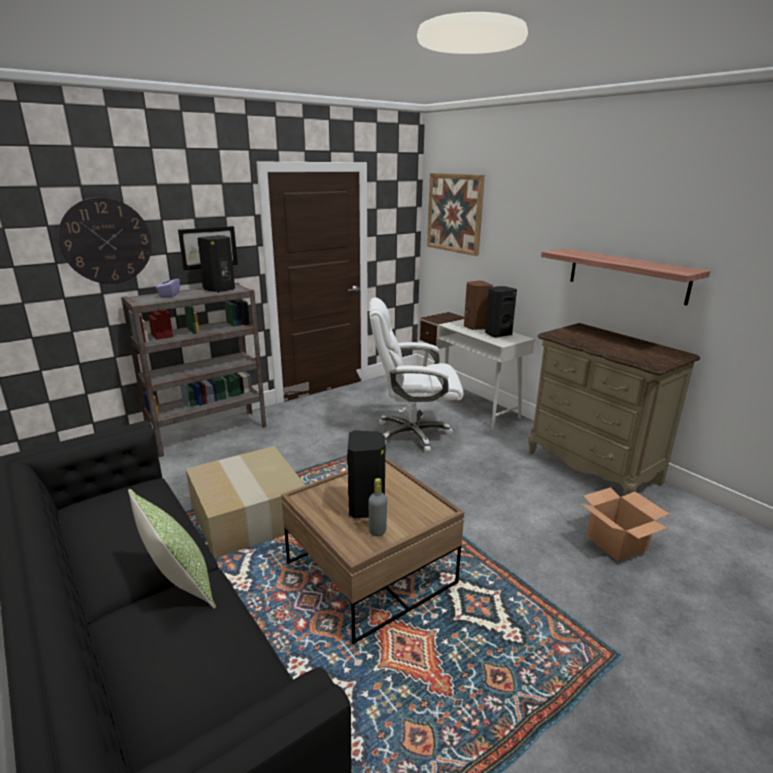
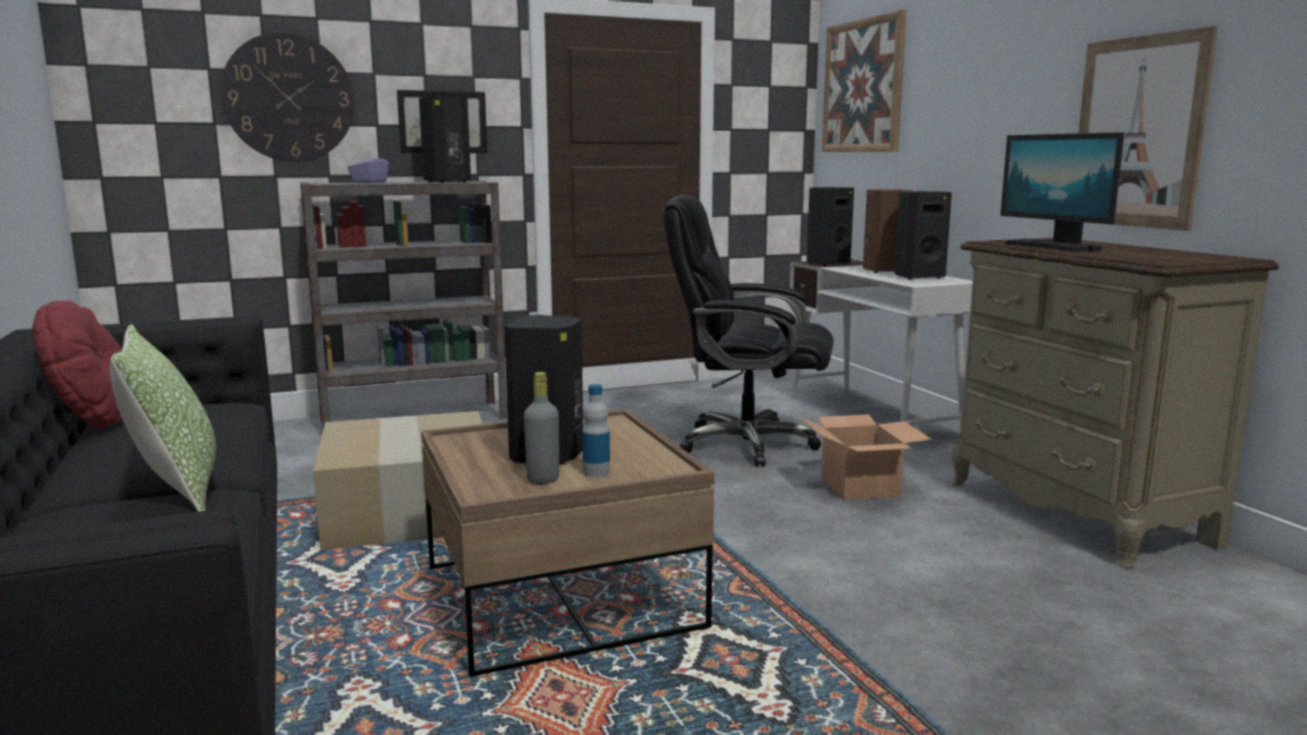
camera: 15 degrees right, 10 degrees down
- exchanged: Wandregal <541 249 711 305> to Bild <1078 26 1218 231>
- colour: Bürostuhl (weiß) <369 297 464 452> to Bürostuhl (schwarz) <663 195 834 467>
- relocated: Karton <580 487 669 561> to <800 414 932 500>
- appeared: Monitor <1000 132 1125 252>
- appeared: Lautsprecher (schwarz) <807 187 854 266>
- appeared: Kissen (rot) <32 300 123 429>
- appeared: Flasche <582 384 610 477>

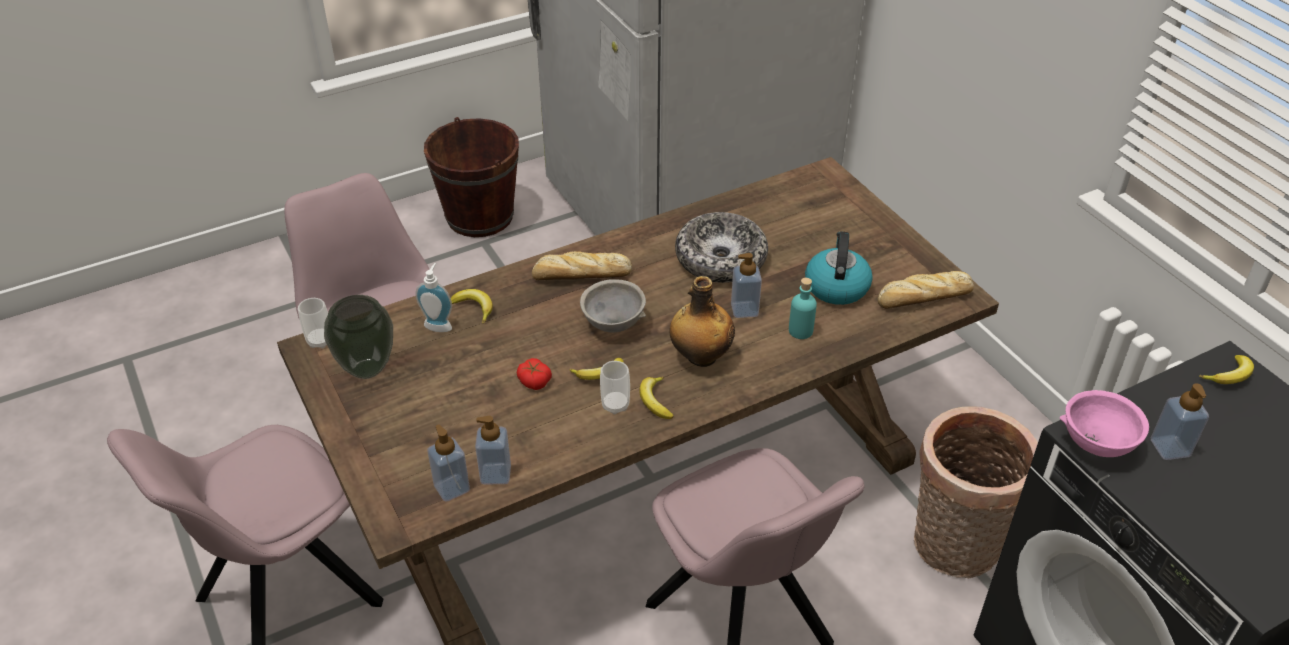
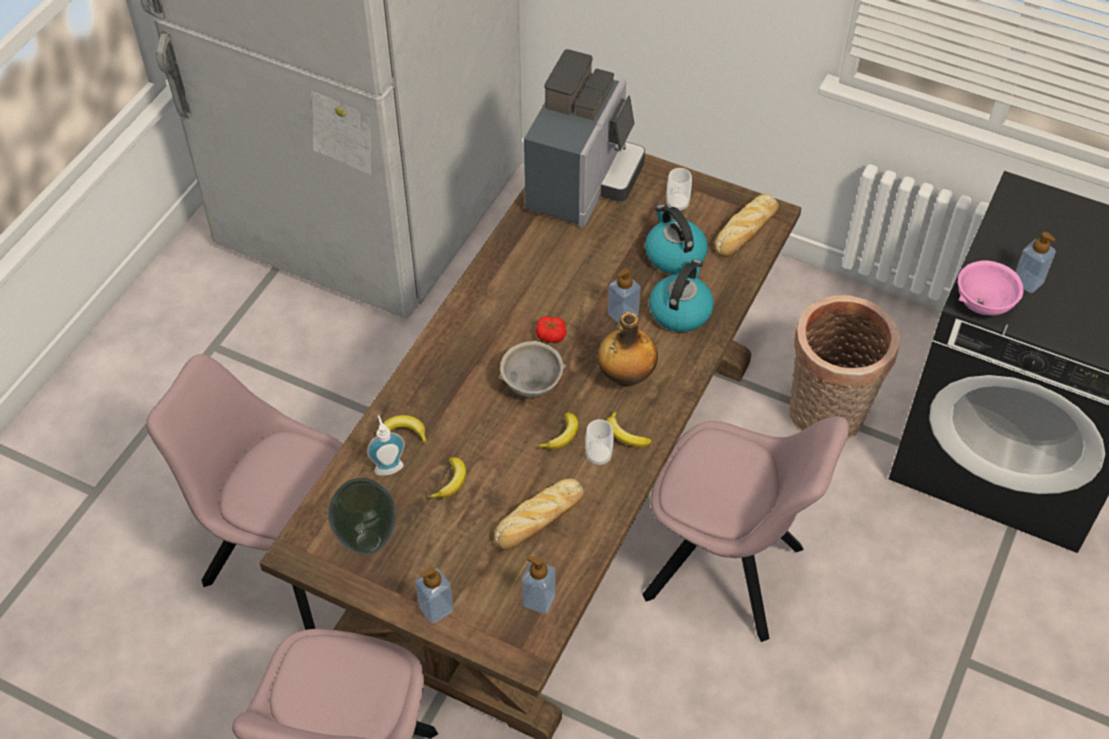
camera: 35 degrees left, 10 degrees up
- missing: Eimer (braun) <424 117 519 237>
- missing: Schüssel <675 212 768 283>
- relocated: Brot <532 251 632 280> to <494 478 584 551>
- exchanged: Flasche (türkis) <789 278 817 339> to Wasserkessel <649 259 714 332>
- relocated: Tasse <298 298 328 348> to <666 168 692 211>
- relocated: Banane <1199 355 1254 384> to <428 457 466 498>
- relocated: Tomate <517 358 552 390> to <536 316 567 343>
- relocated: Seifenspender <475 416 511 484> to <415 566 453 624>
- appeared: Kaffeemaschine <524 49 645 227>

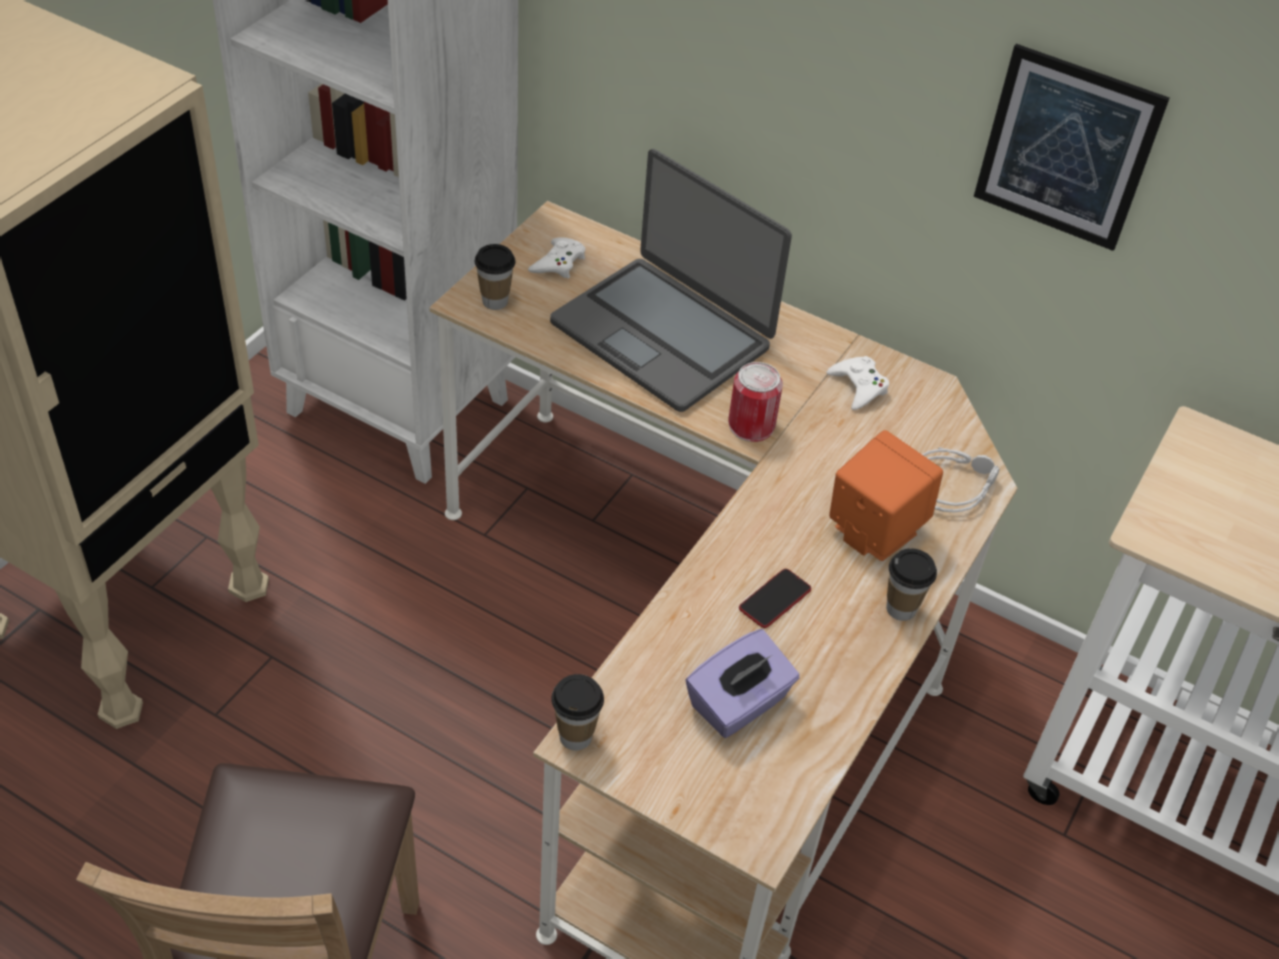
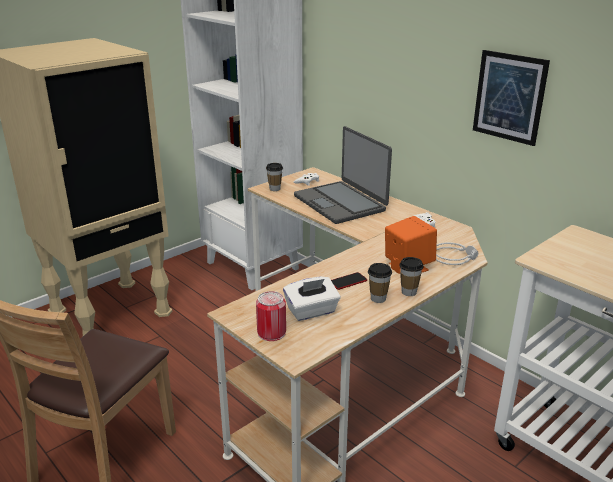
camera: 20 degrees right, 20 degrees down
- relocated: Dose <728 362 783 442> to <256 291 286 341>
- colour: Taschentuchbox (lila) <685 629 800 738> to Taschentuchbox (weiß) <283 277 340 321>
- relocated: Tasse <551 674 604 751> to <368 263 392 303>

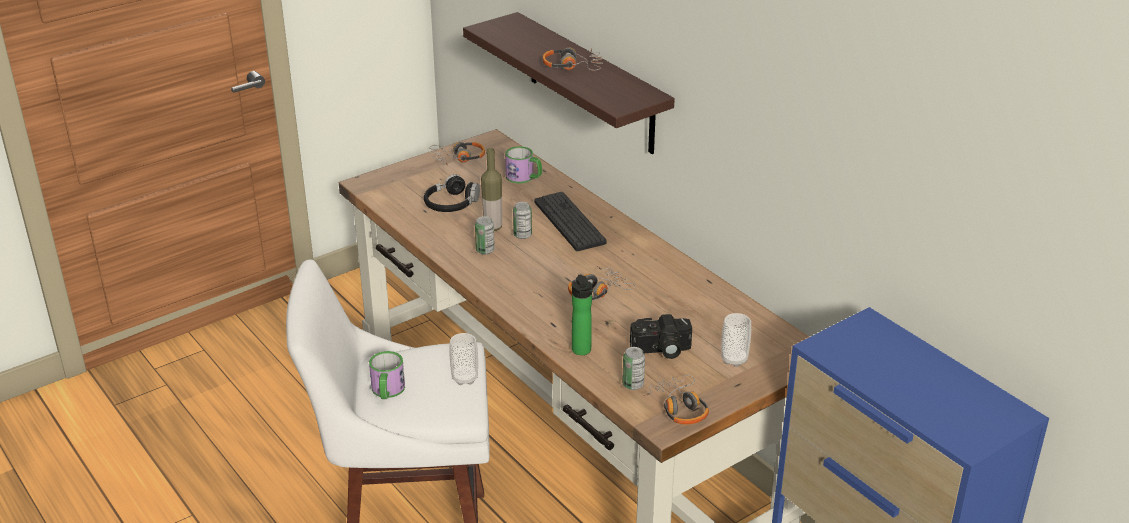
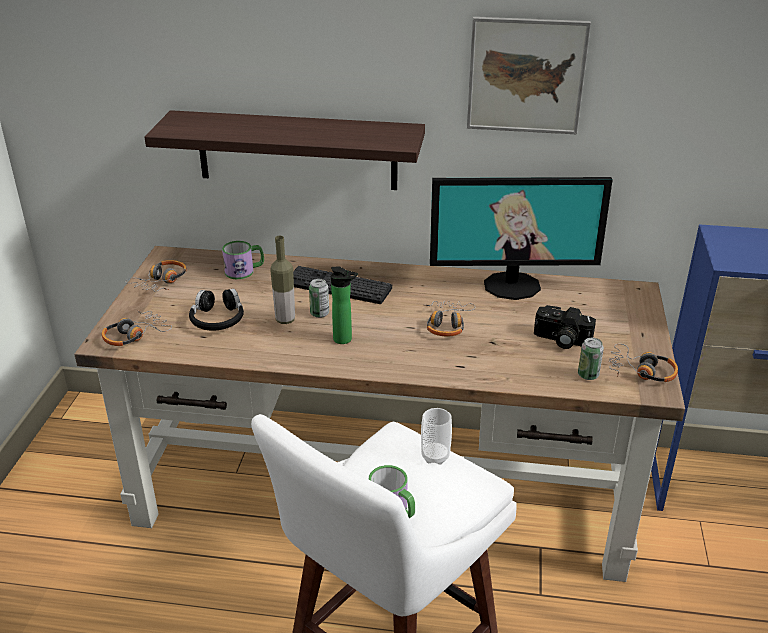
camera: 45 degrees left, 0 degrees up
- relocated: Kopfhörer <543 48 603 70> to <102 310 172 346>
- missing: Dose <475 216 495 254>
- relocated: Flasche <572 275 593 355> to <331 266 358 344>
- missing: Tasse <721 313 751 367>
- spun: Kamera <630 314 692 359> = <534 305 596 349> 75 degrees clockwise
- appeared: Bild <467 17 591 134>
- appeared: Monitor <430 177 613 300>

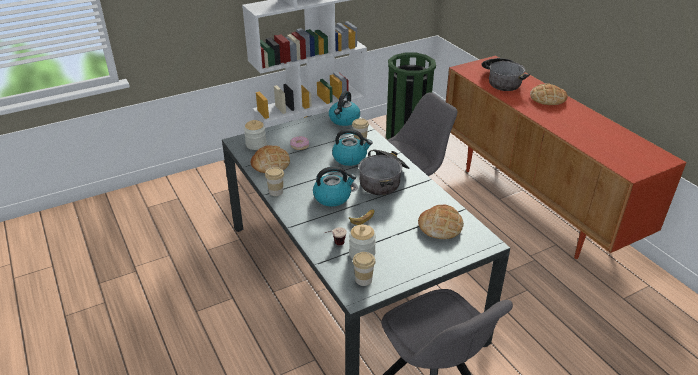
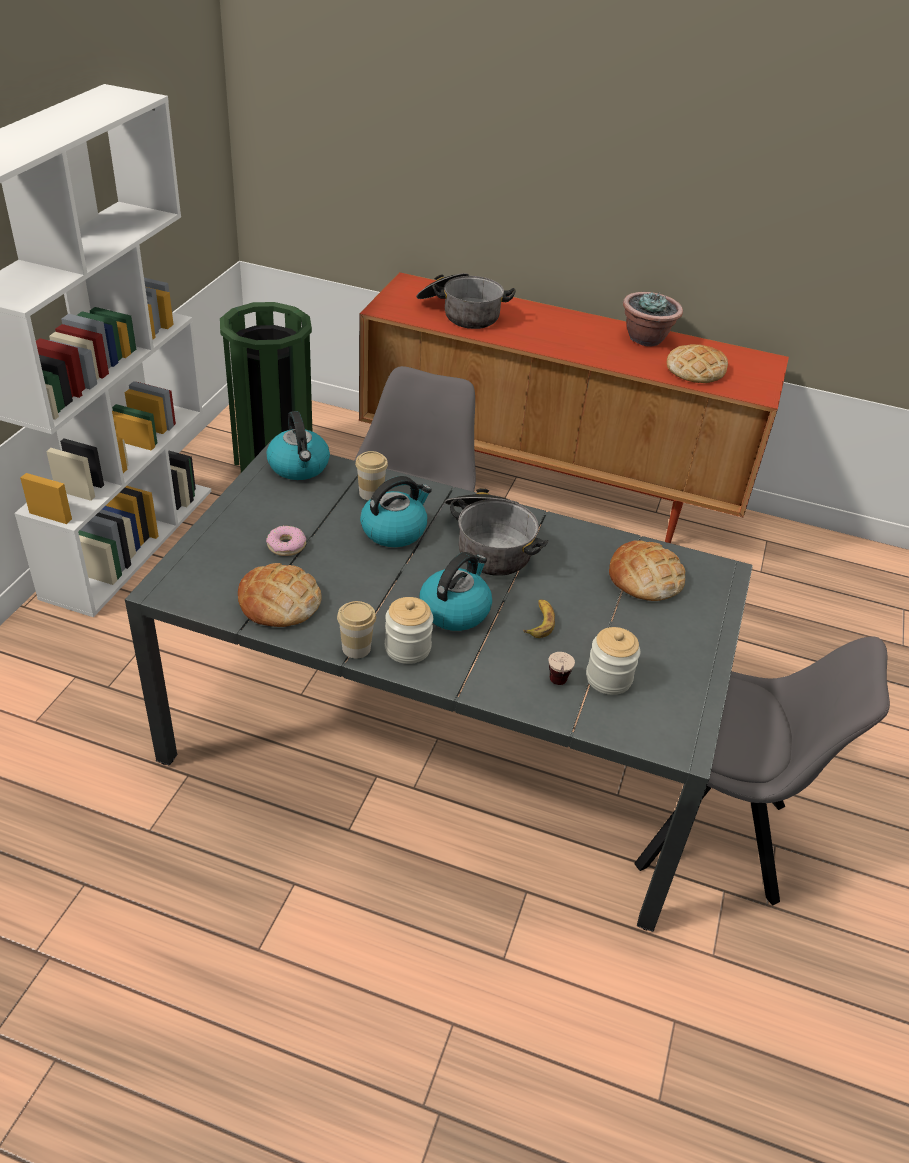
camera: 45 degrees left, 5 degrees up
- relocated: Brot <530 83 568 105> to <667 344 728 383>
- relocated: Vorratsglas <244 120 266 150> to <385 597 433 664>
- missing: Tasse <353 252 376 286>
- appeared: Topfpflanze <623 292 683 346>

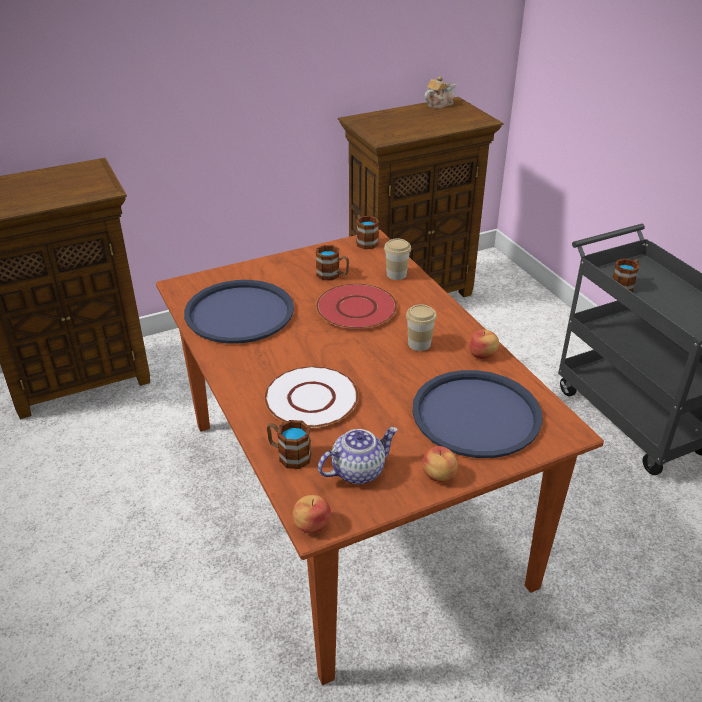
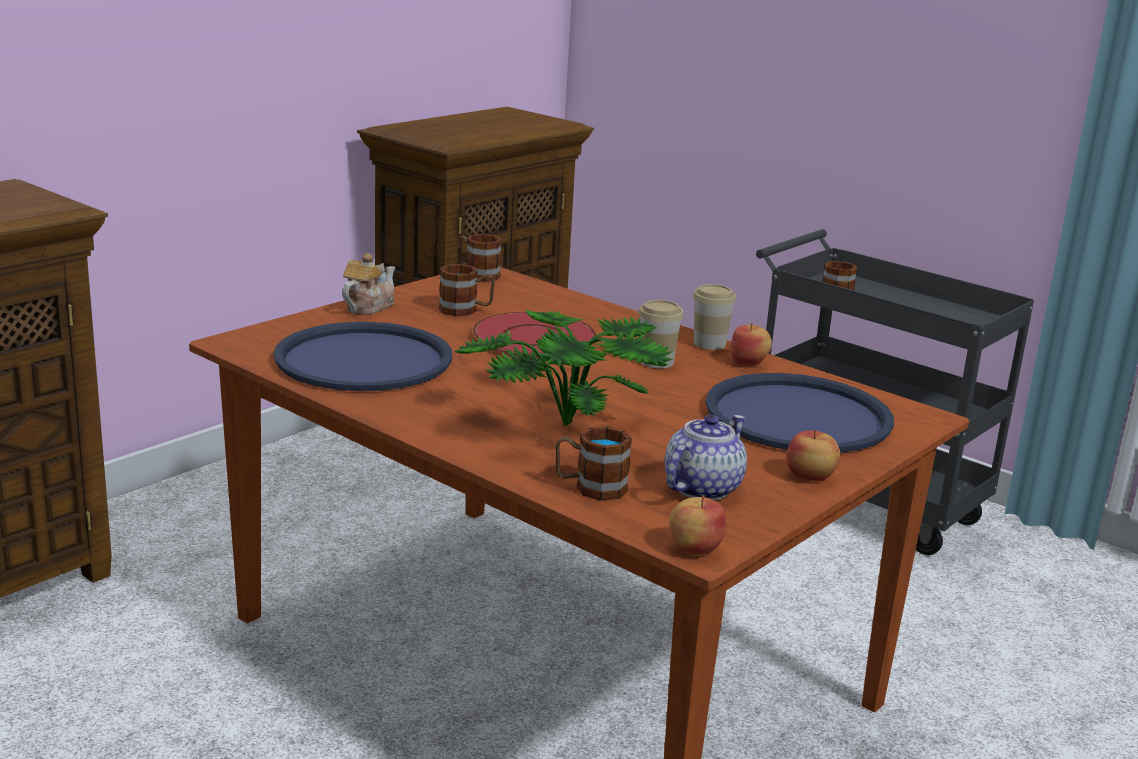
camera: 25 degrees left, 15 degrees down
- relocated: Teekanne <424 76 456 109> to <342 253 395 315>
- relocated: Tasse <384 238 411 280> to <693 284 736 350>
- exchanged: Teller (weiß) <264 366 359 428> to Topfpflanze <454 310 673 425>

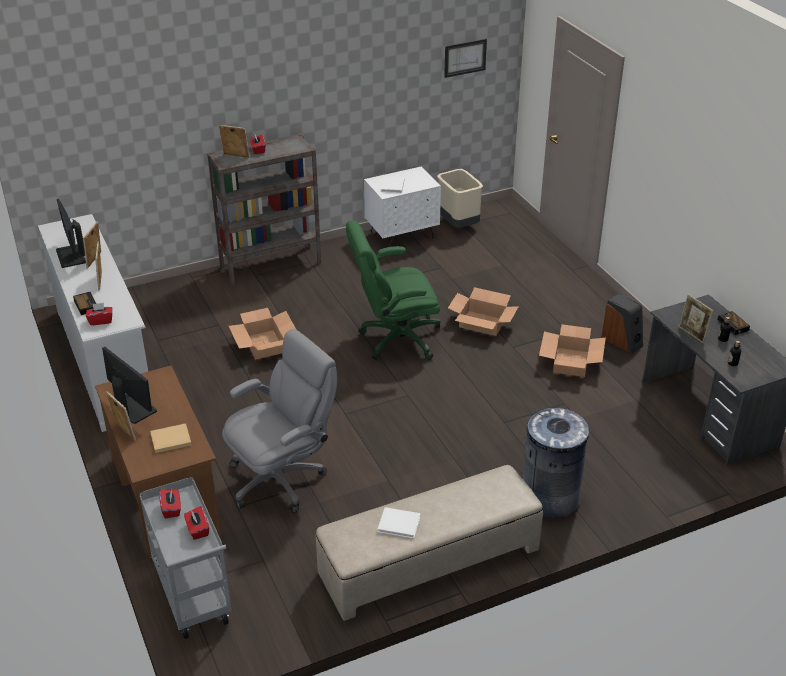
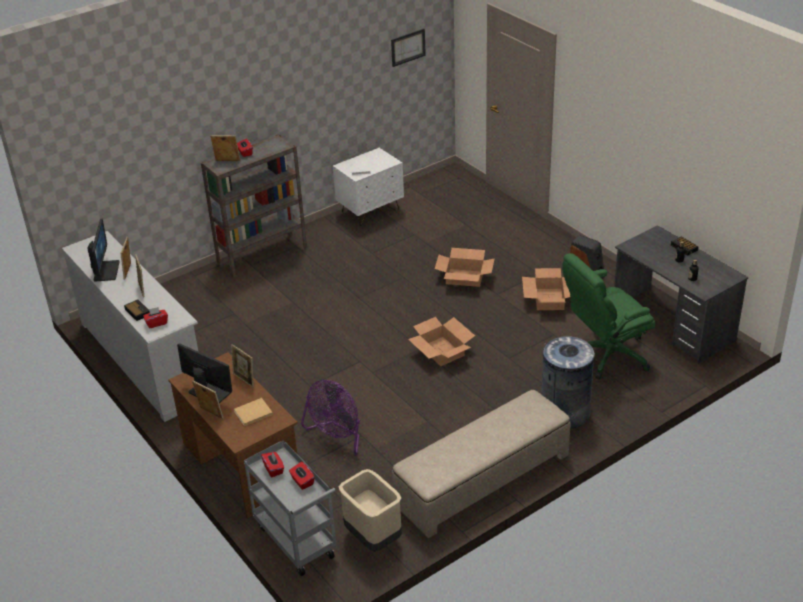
camera: 10 degrees left, 0 degrees up
- relocated: Mülleimer (beige) <437 169 483 228> to <339 469 402 552>
- spun: Monitor <56 199 86 268> = <87 219 120 282> 150 degrees counterclockwise
- relocated: Bürostuhl (grün) <346 220 441 360> to <562 253 655 380>
- relocated: Bilderrahmen <679 294 713 343> to <231 344 254 387>
- relocated: Karton <229 308 296 360> to <408 317 475 366>
- exchanged: Bürostuhl (grau) <222 329 337 513> to Ventilator (lila) <301 380 360 456>
- missing: Buch (weiß) <378 507 421 538>

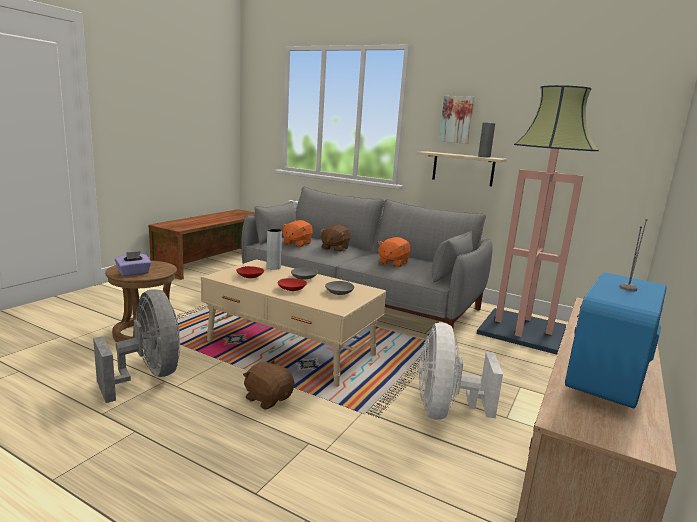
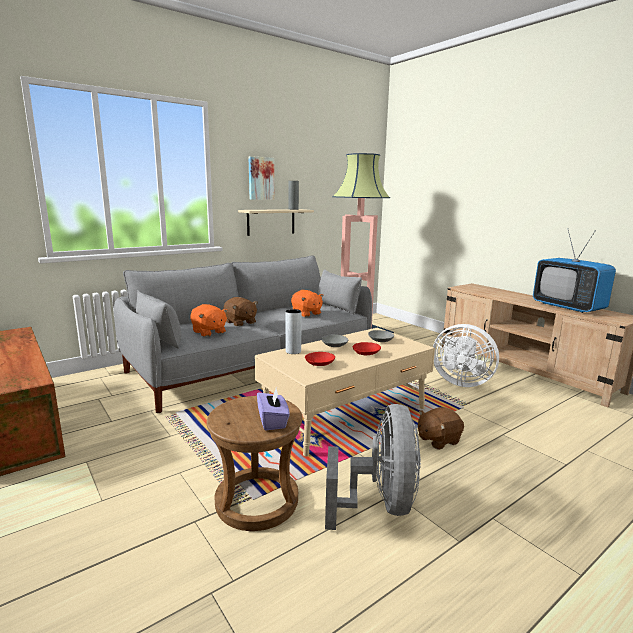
camera: 65 degrees left, 0 degrees up
- spun: Ventilator (grau) <93 289 180 403> = <325 404 421 530> 105 degrees clockwise

